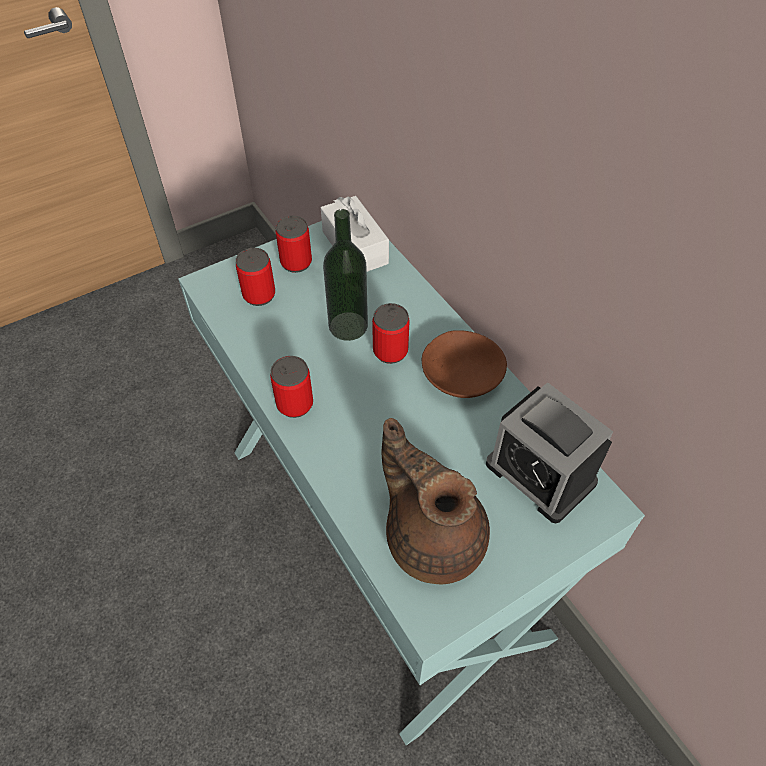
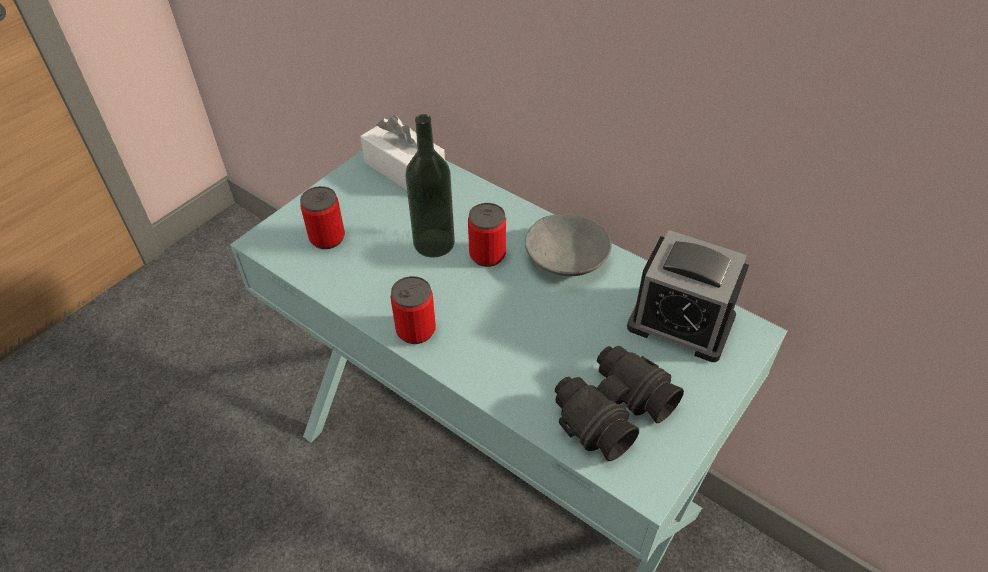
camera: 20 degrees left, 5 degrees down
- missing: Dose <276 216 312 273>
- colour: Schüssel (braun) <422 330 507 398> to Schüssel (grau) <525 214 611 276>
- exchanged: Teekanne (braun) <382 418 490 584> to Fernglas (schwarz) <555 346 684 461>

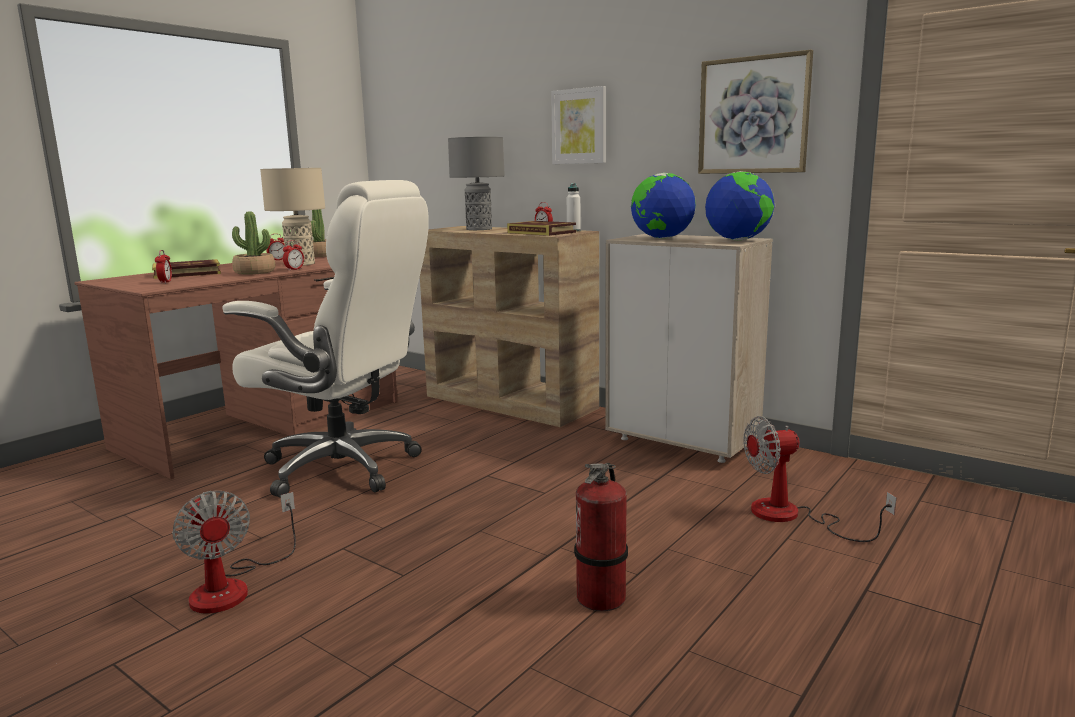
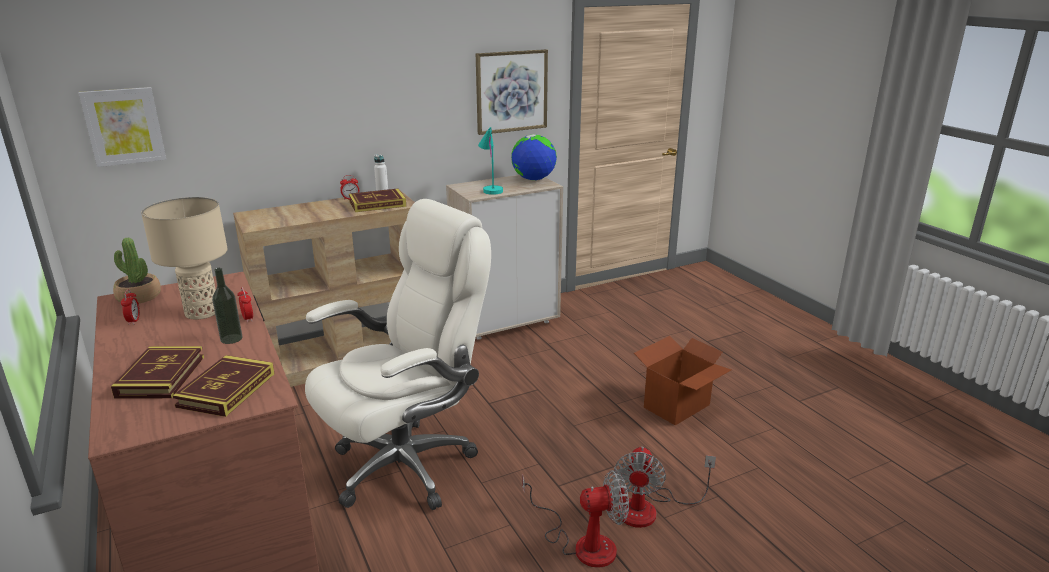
camera: 65 degrees left, 10 degrees up
- relocated: Bild <551 86 606 164> to <79 87 166 167>
- missing: Tischlampe (grau) <448 137 505 230>
- exchanged: Globus <631 173 696 239> to Tischlampe (türkis) <478 127 503 195>
- exchanged: Topfpflanze <232 211 275 275> to Flasche <212 268 243 344>
- exchanged: Wecker <155 250 172 284> to Buch <173 355 275 417>
- relocated: Ventilator <743 416 896 542> to <614 446 716 528>
- exchanged: Feuerlöscher <574 463 628 611> to Karton <634 336 731 425>

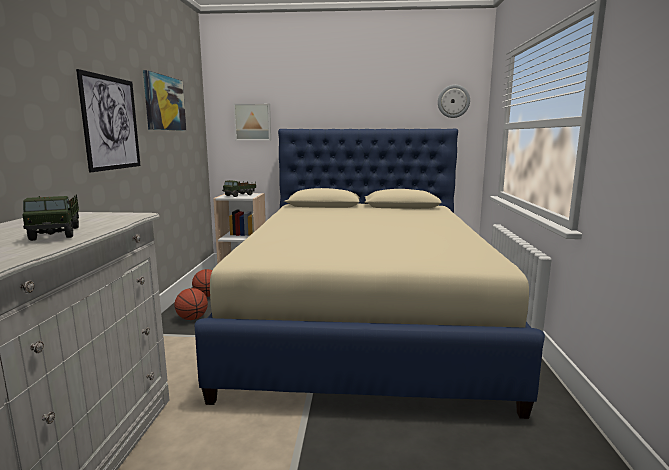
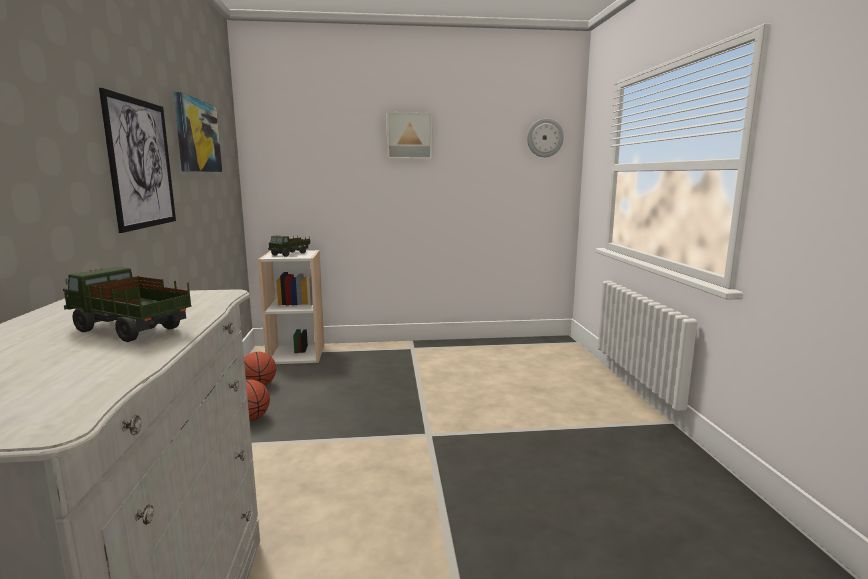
camera: 10 degrees left, 0 degrees up
- relocated: Bild <233 103 271 140> to <387 112 432 159>
- missing: Bett (beige) <195 129 545 419>
- spun: Spielzeuglaster <22 194 79 241> = <63 266 192 342> 150 degrees clockwise

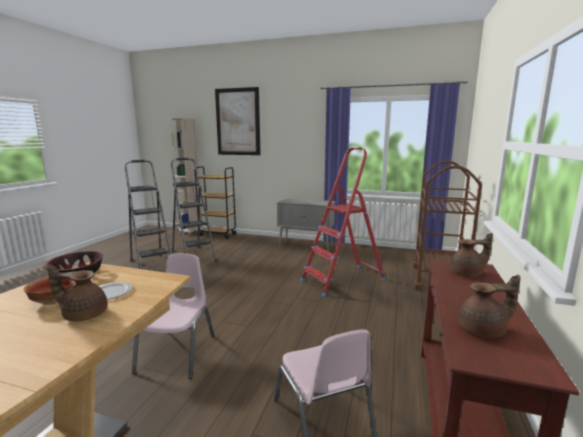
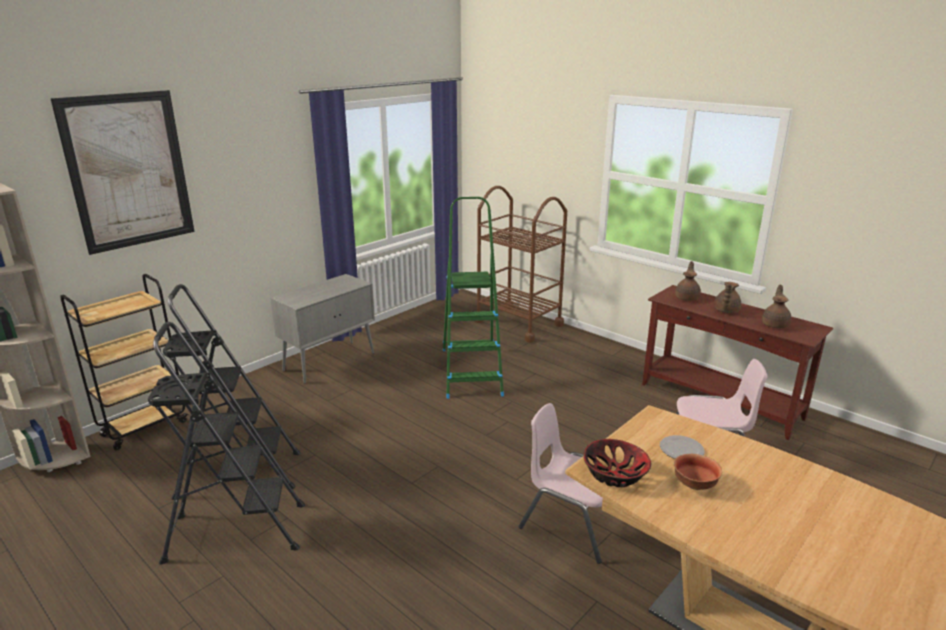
camera: 65 degrees left, 10 degrees up
- colour: Trittleiter (rot) <300 147 385 297> to Trittleiter (grün) <443 197 504 399>
- relocated: Teekanne (braun) <47 264 108 322> to <714 282 741 313>

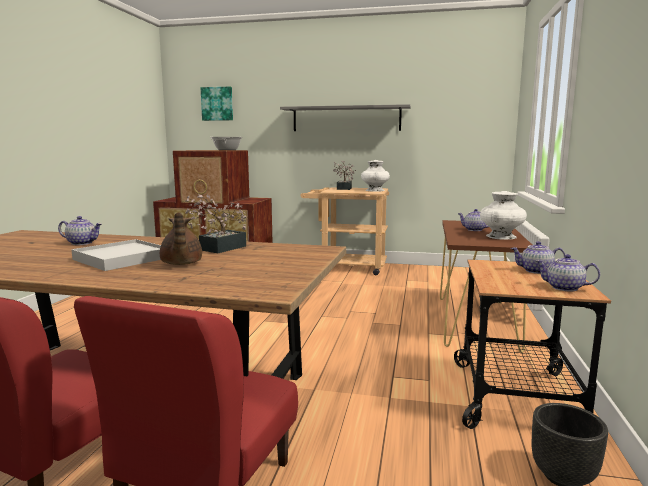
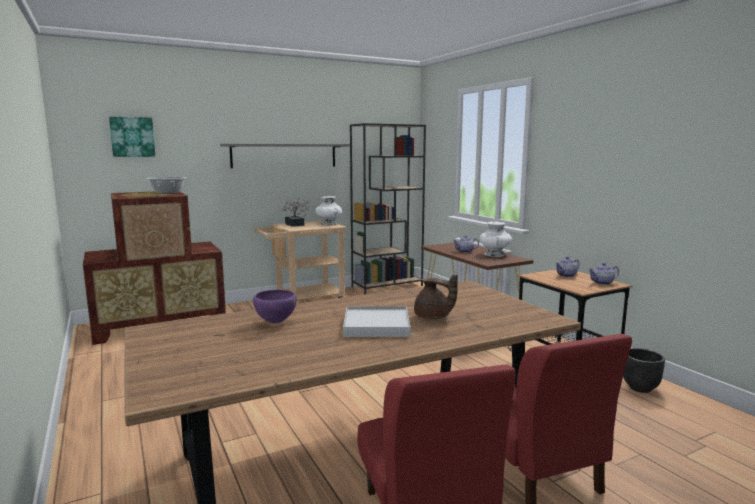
camera: 40 degrees left, 0 degrees up
- missing: Topfpflanze <185 194 246 253>
- exchanged: Teekanne <58 216 102 245> to Schüssel (lila) <253 290 297 323>
- appeared: Bücherregal <350 123 426 294>

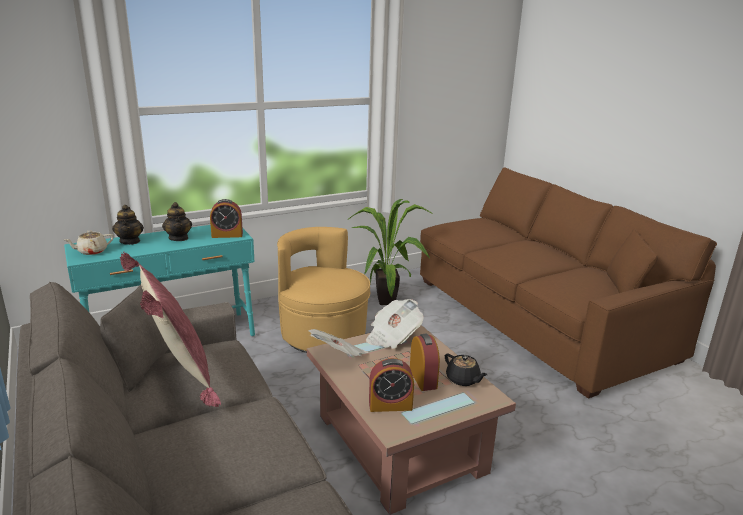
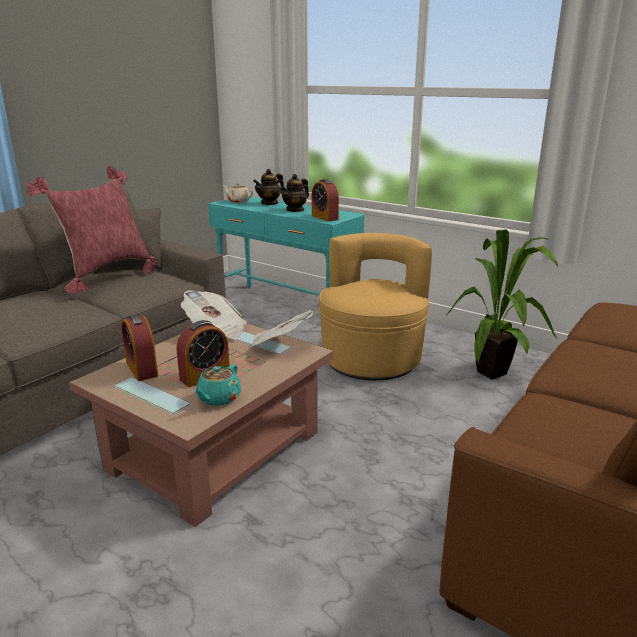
camera: 65 degrees right, 0 degrees up
- colour: Teekanne (schwarz) <445 354 487 386> to Teekanne (türkis) <194 365 241 406>

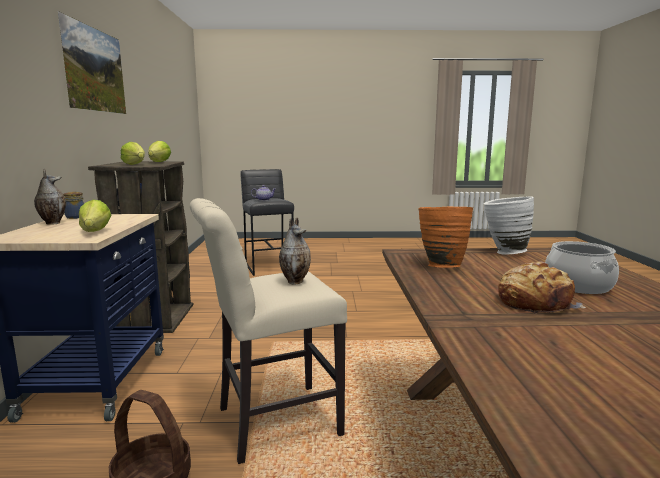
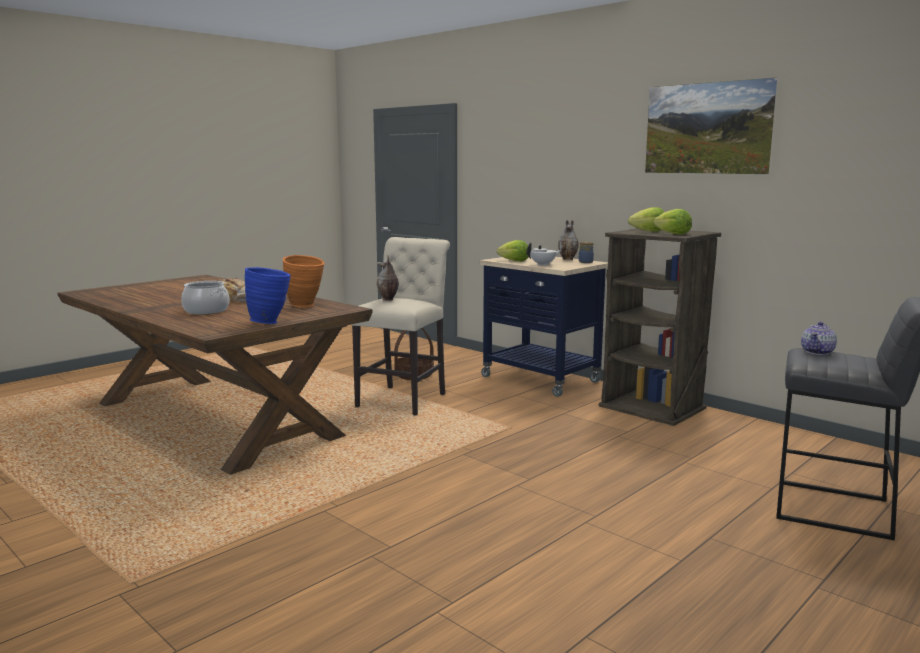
camera: 135 degrees right, 0 degrees up
- colour: Vase (weiß) <484 196 534 255> to Vase (blau) <245 267 291 324>
- appeared: Teekanne (weiß) <527 242 561 266>

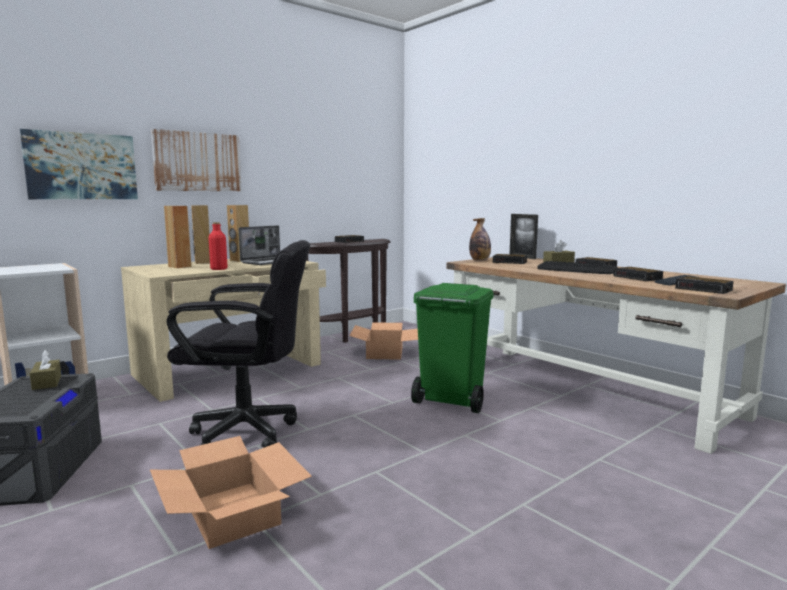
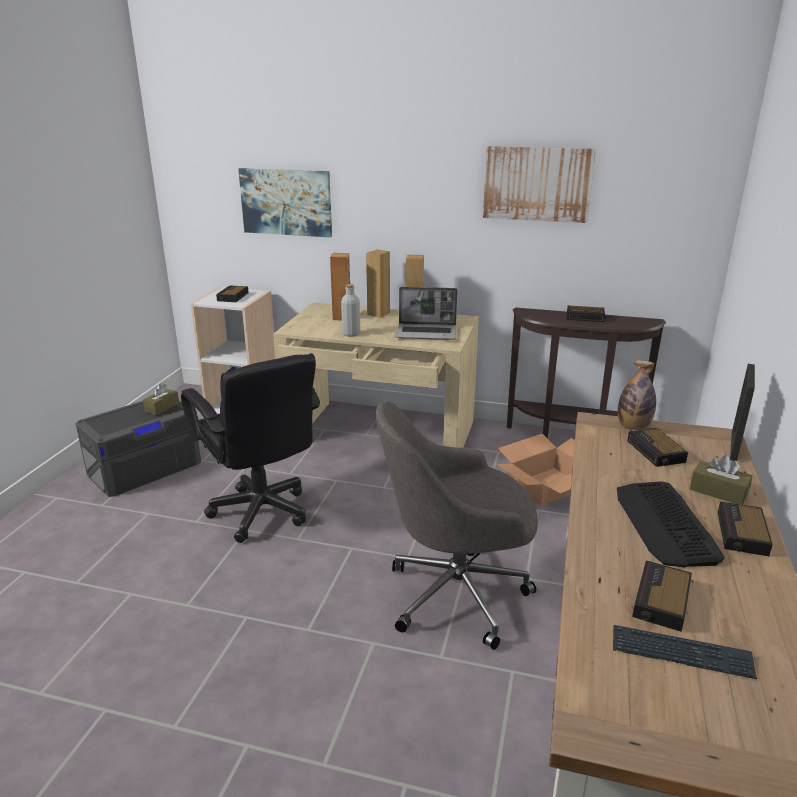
camera: 55 degrees right, 15 degrees up
- relocated: Bild <151 129 242 191> to <483 146 596 223>
- colour: Flasche (rot) <209 222 228 270> to Flasche (grau) <341 284 360 337>
- relocated: Wecker <675 276 734 294> to <216 285 249 302>
- exchanged: Mülleimer (grün) <411 283 494 413> to Bürostuhl (grau) <376 401 538 650>
- missing: Karton <150 436 312 549>

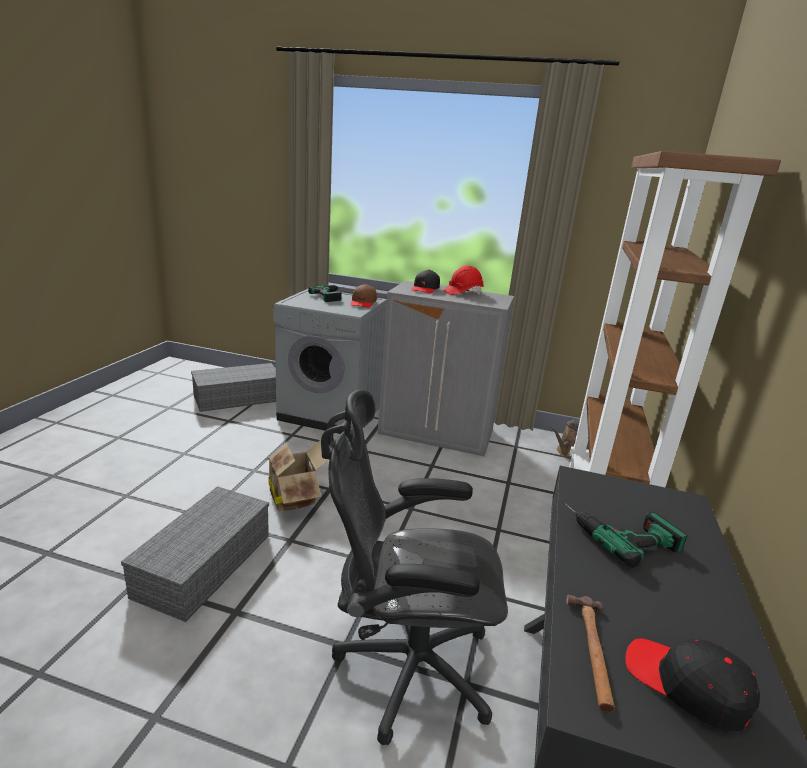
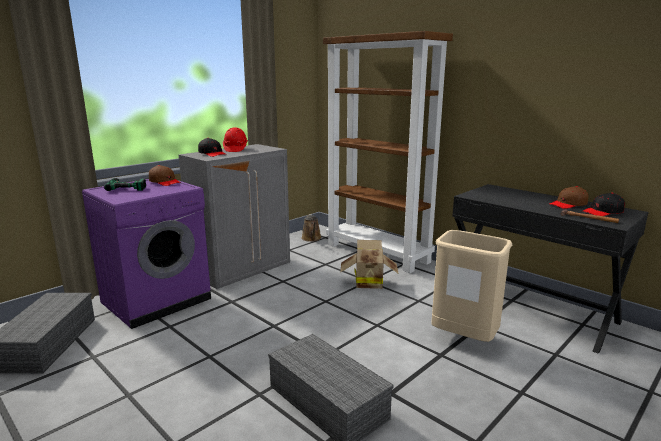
camera: 60 degrees left, 5 degrees down
- colour: Waschmaschine (grau) <273 289 387 434> to Waschmaschine (lila) <82 179 211 329>
- exchanged: Bürostuhl <321 390 508 745> to Mülleimer (beige) <432 230 512 342>
- relocated: Karton <266 440 329 511> to <340 240 399 289>
- missing: Bohrmaschine <565 503 688 568>
- appeared: Kappe (braun) <549 186 589 209>

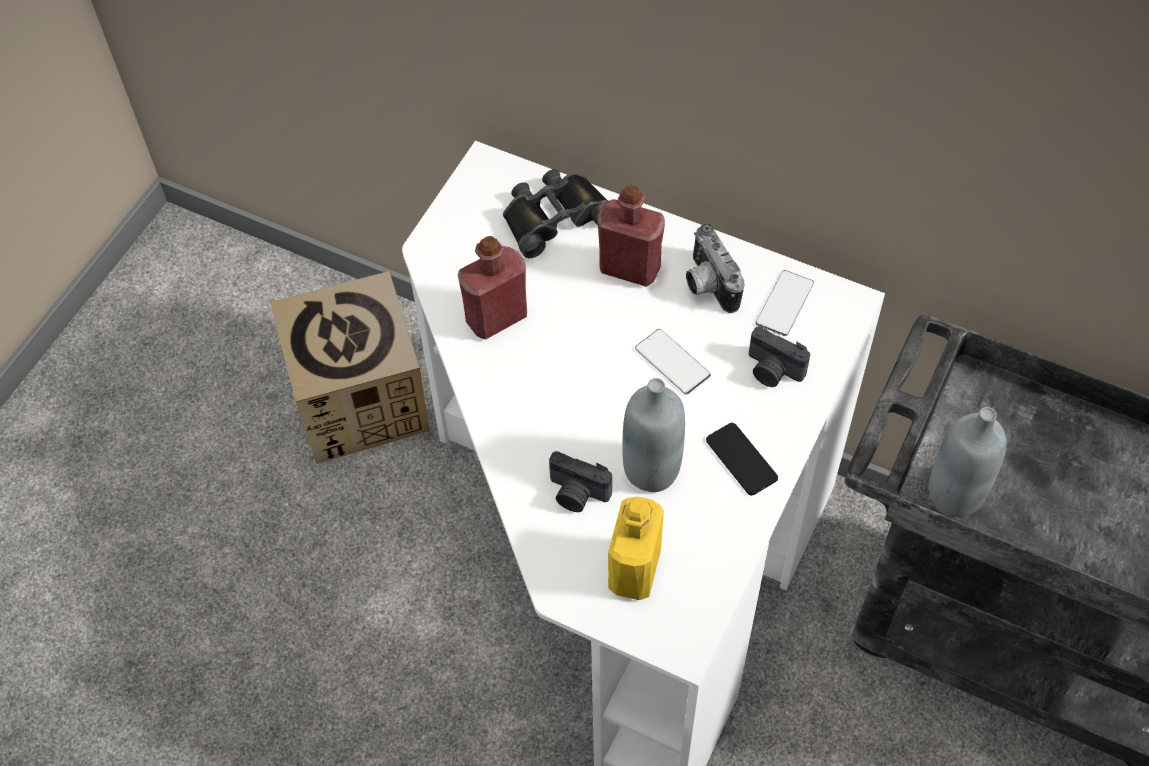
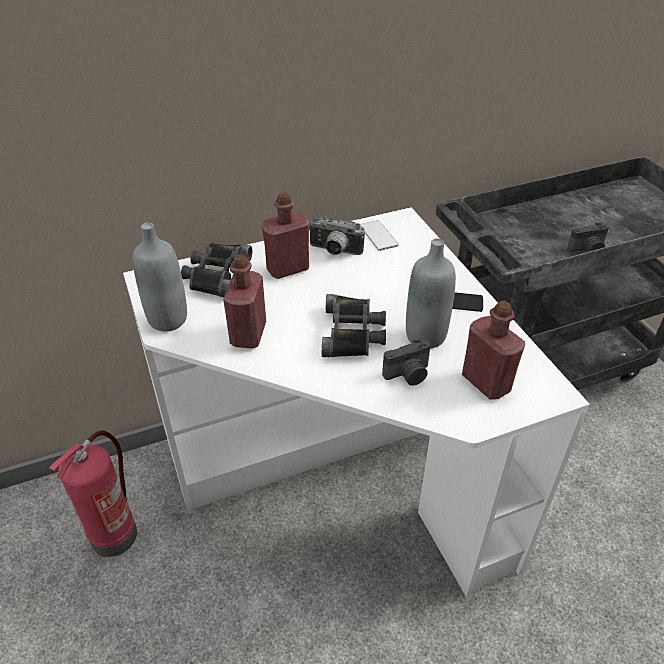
camera: 50 degrees left, 15 degrees down
- exchanged: Karton <270 271 430 464> to Feuerlöscher <49 431 137 557>
- relocated: Kamera <749 326 810 387> to <567 222 609 252>
- missing: Handy <635 329 711 395>
- relocated: Flasche (grau) <929 407 1007 517> to <133 223 187 332>
- colour: Flasche (gelb) <608 497 664 600> to Flasche (rot) <462 301 525 400>
- appeared: Fernglas (schwarz) <322 294 386 357>

